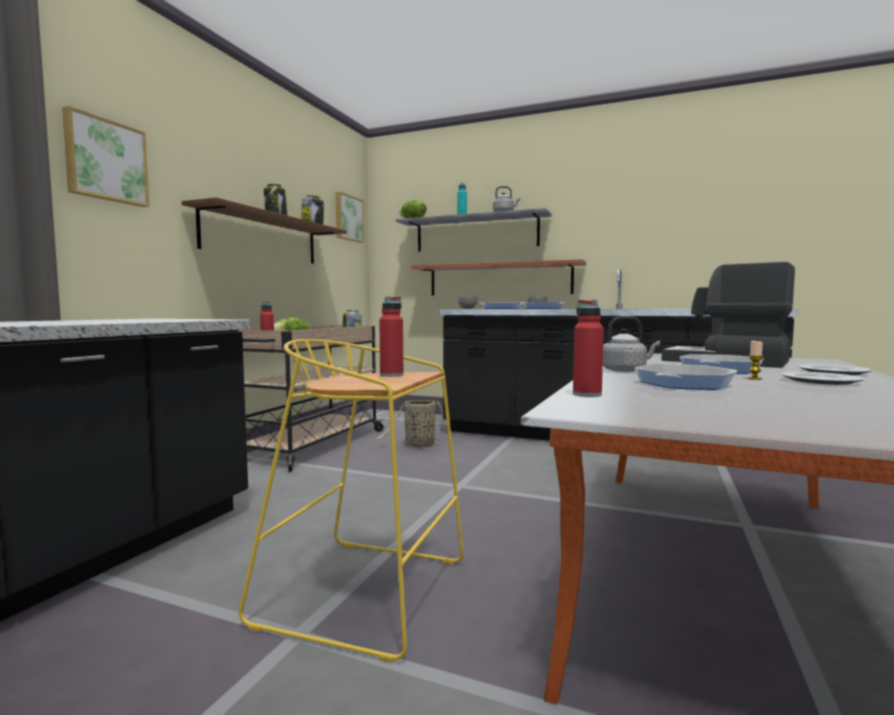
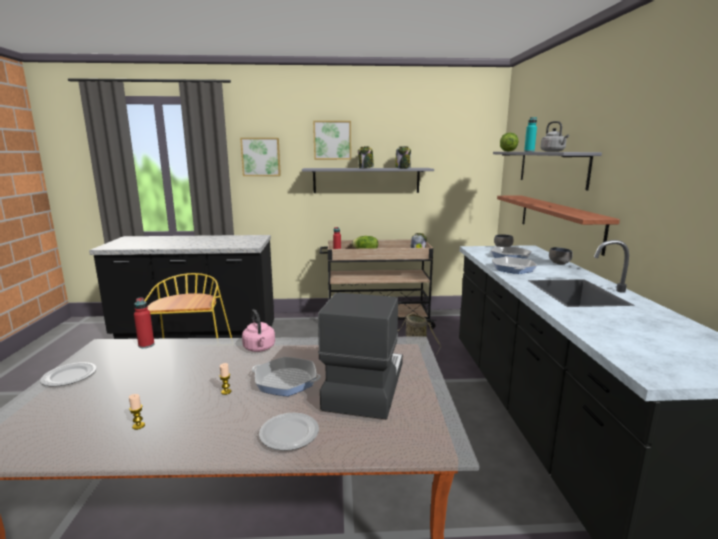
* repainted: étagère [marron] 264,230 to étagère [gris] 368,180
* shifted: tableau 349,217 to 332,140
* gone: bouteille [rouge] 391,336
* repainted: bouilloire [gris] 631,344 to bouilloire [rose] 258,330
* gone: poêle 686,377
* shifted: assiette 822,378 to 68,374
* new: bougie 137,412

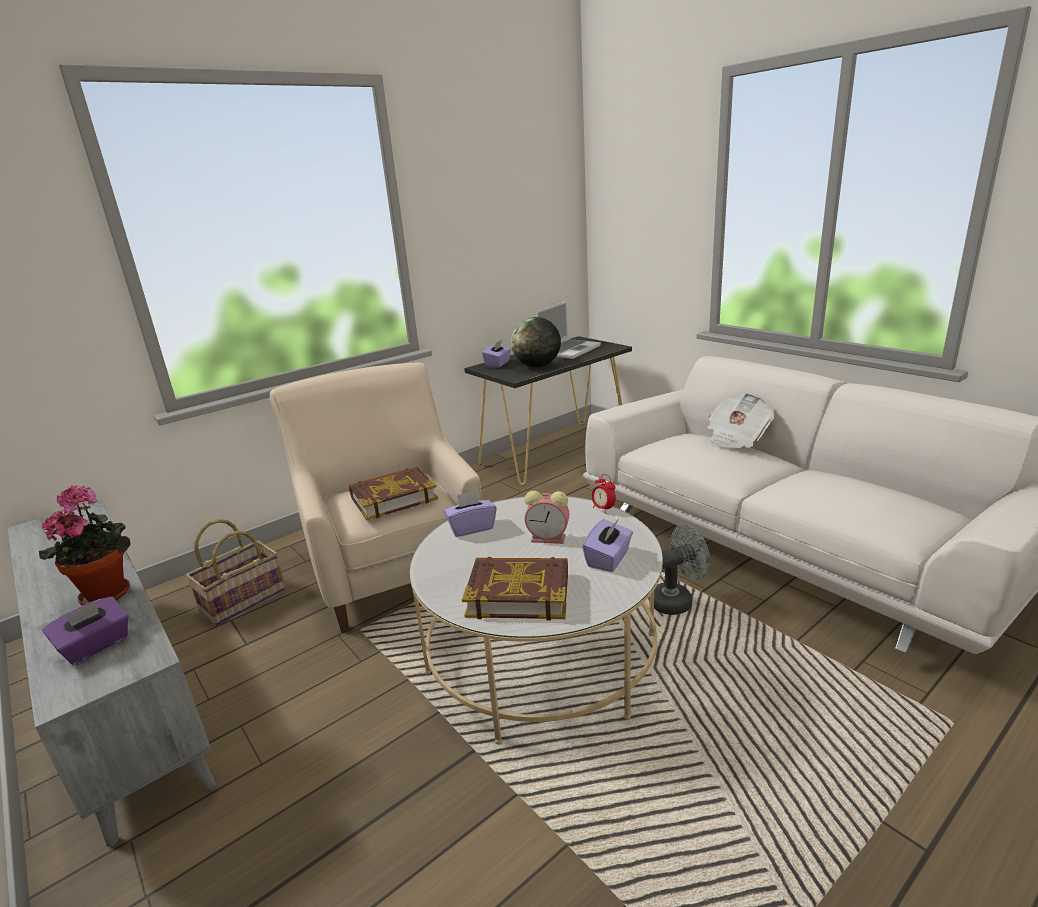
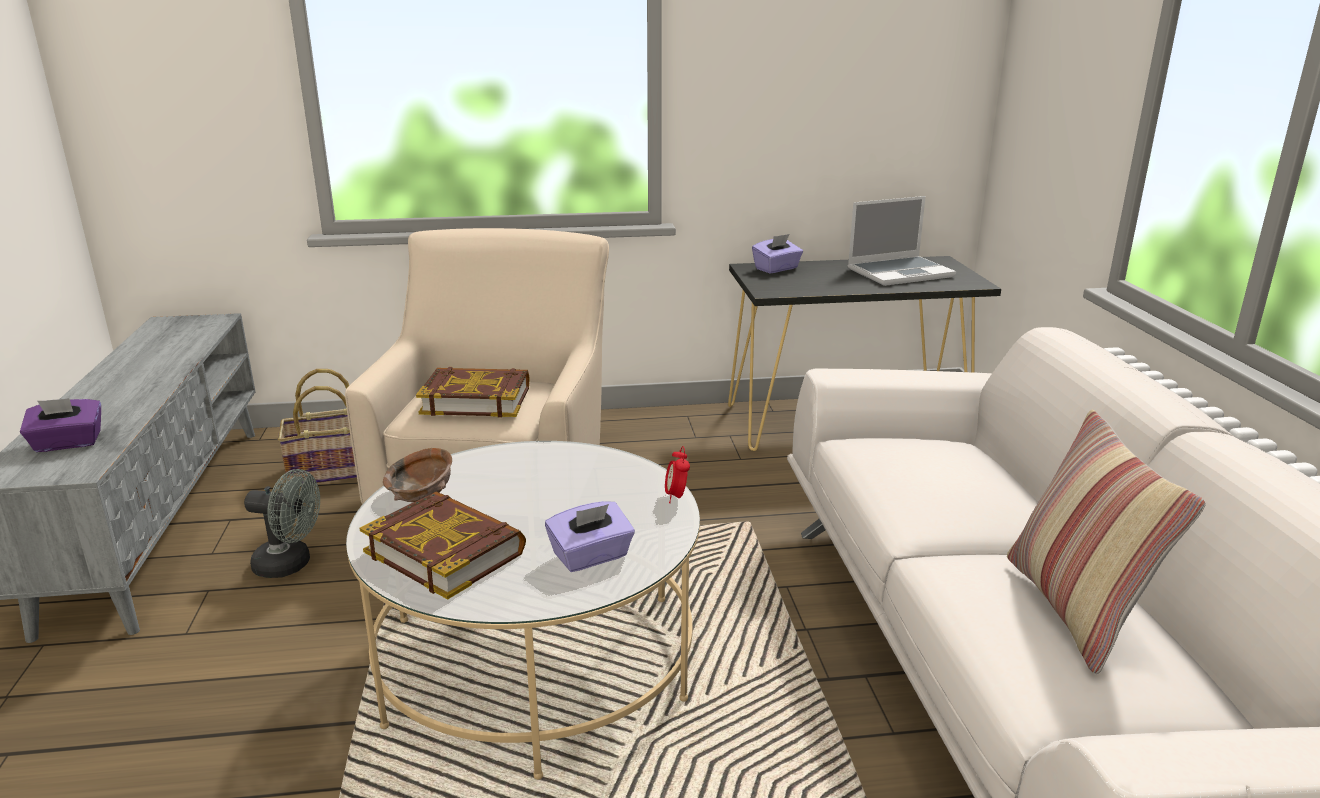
* gone: plante en pot 85,545
* gone: boîte à mouchoirs [violet] 470,514
* gone: globe 536,342
* gone: réveil 547,517
* shifted: ventilateur [gris] 679,570 to 282,523
* gone: journal 741,420
* new: bol [marron] 417,475
* new: coussin 1106,541

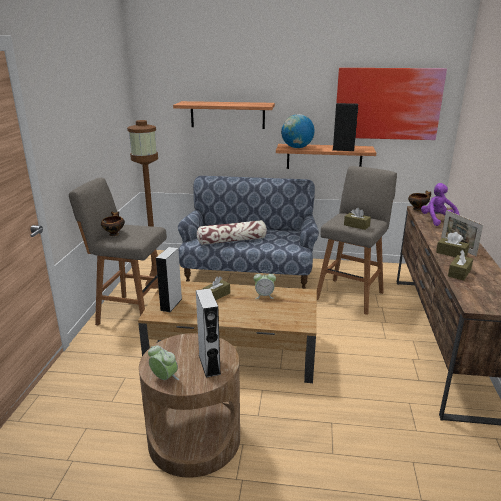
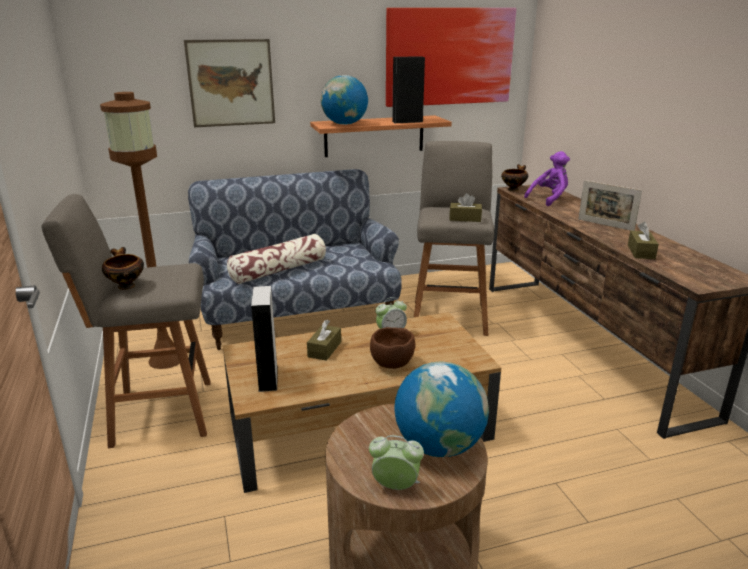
* swapped: étagère 224,115 to tableau 229,83
* swapped: enceinte [gris] 208,333 to globe 441,409
* rotated: peluche [violet] 440,204 = 547,178 90 degrees clockwise
* gone: boîte à mouchoirs [marron] 452,244
* new: bol [marron] 392,348

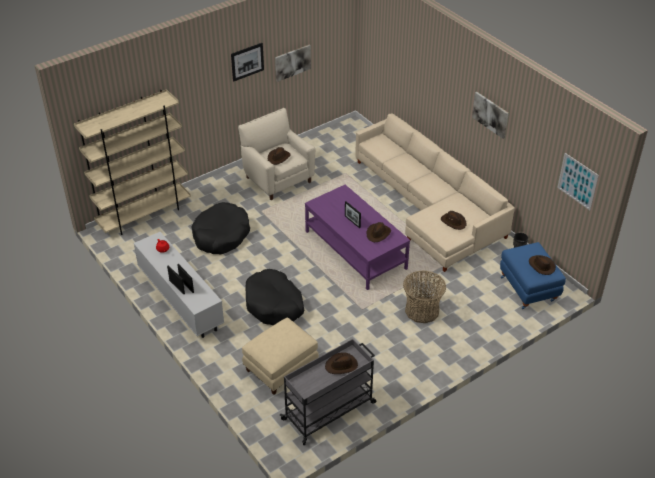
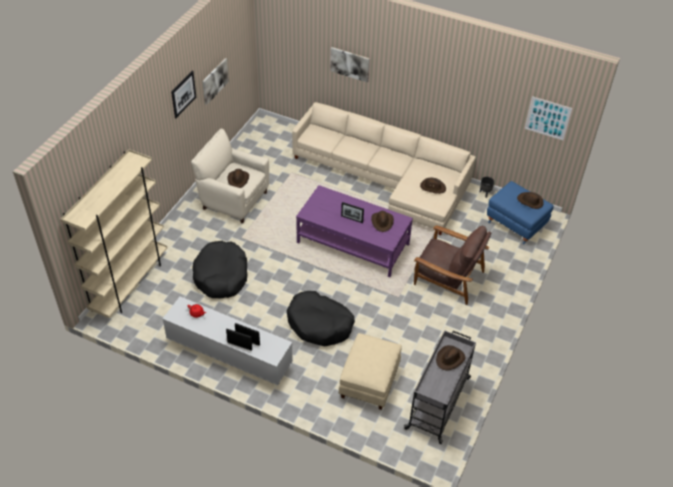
* swapped: panier 424,296 to fauteuil [marron] 452,265
* shifted: tableau 490,115 to 350,65

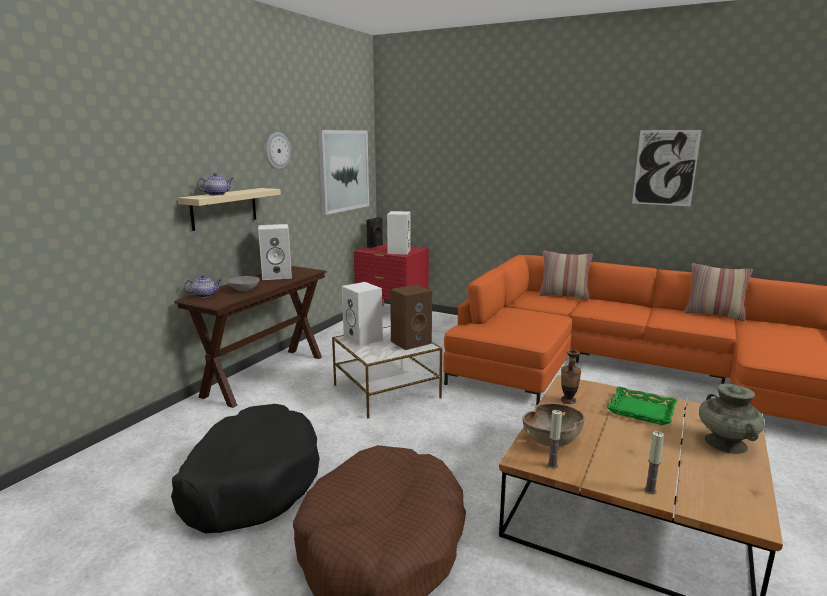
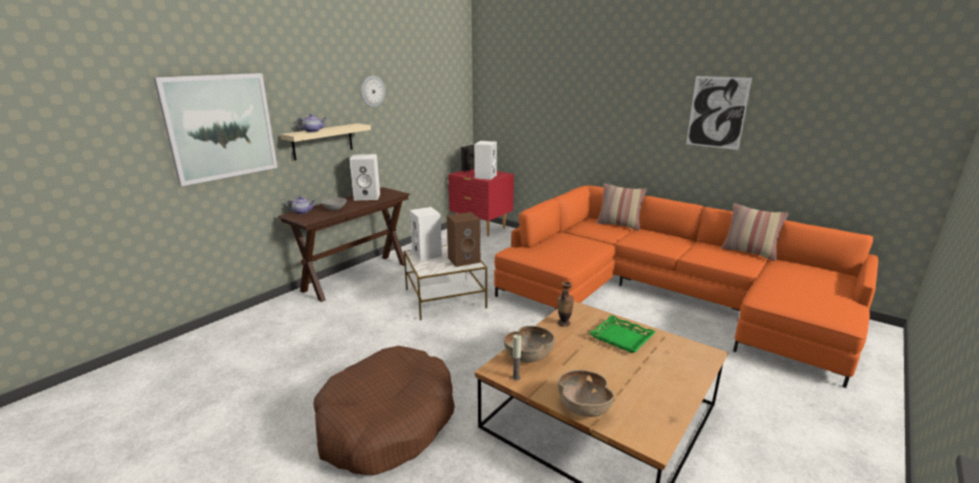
* gone: panier pour chien [noir] 245,469
* shifted: tableau 343,172 to 216,129
* swapped: bougie 654,462 to bol [marron] 586,393
* gone: vase [turquoise] 731,419

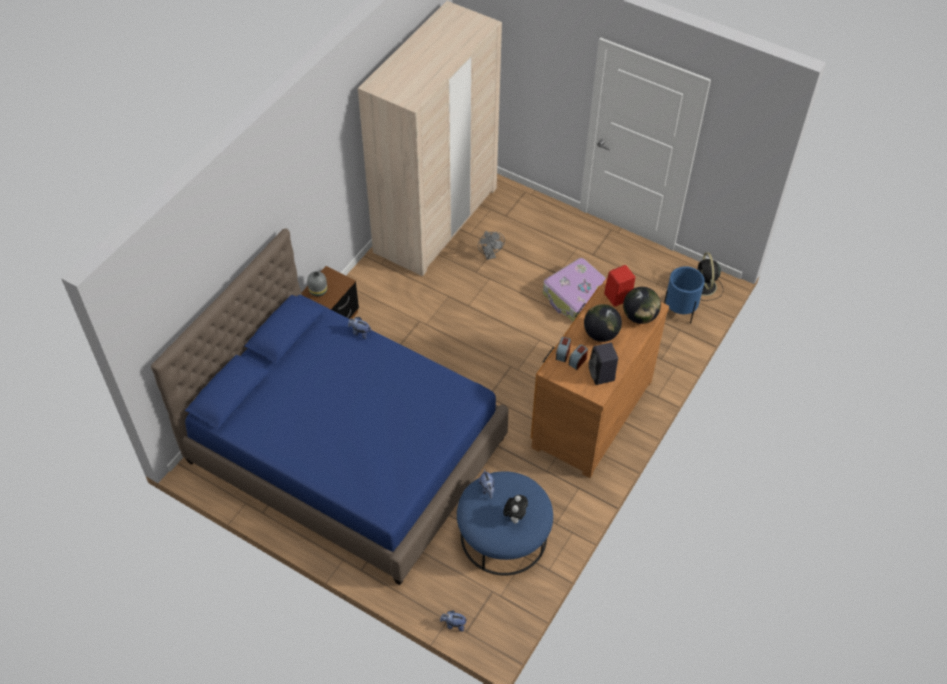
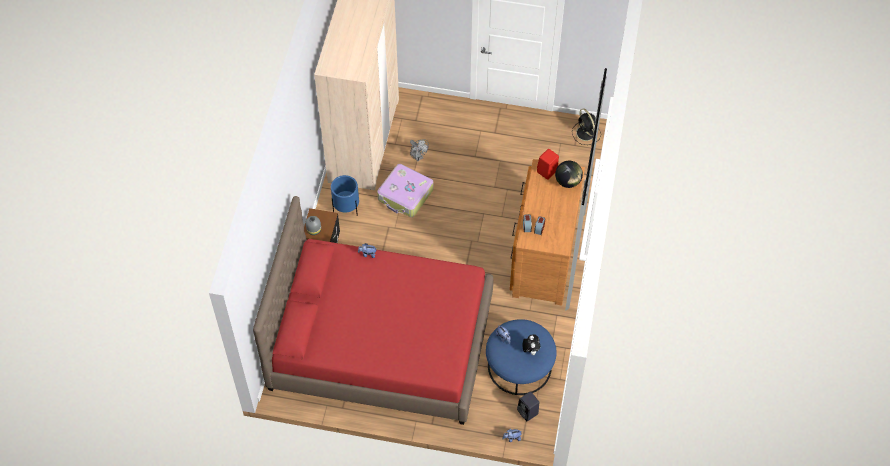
* repainted: lit [bleu] 329,407 to lit [rouge] 373,310
* shifted: valise 574,290 to 405,190
* gone: globe 603,323
* shifted: enceinte [noir] 603,364 to 528,406
* shifted: cache-pot [bleu] 684,295 to 345,195

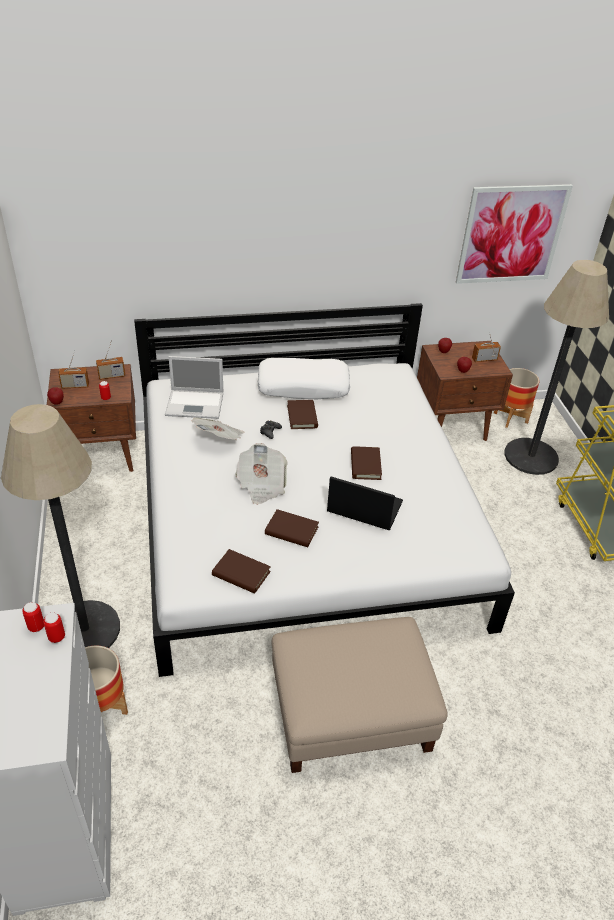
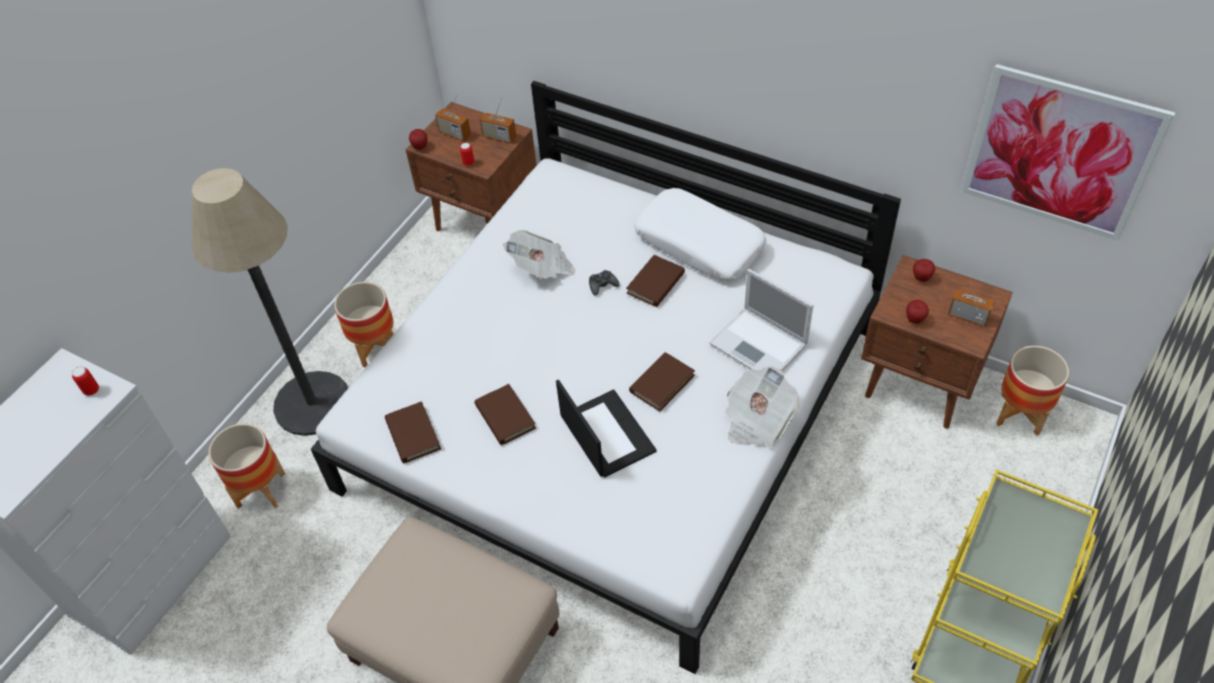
* gone: boîte métallique 54,628
* shifted: ordinateur portable 194,387 to 761,320
* shifted: journal 261,474 to 762,406
* gone: lampadaire 556,367
* new: cache-pot 364,324

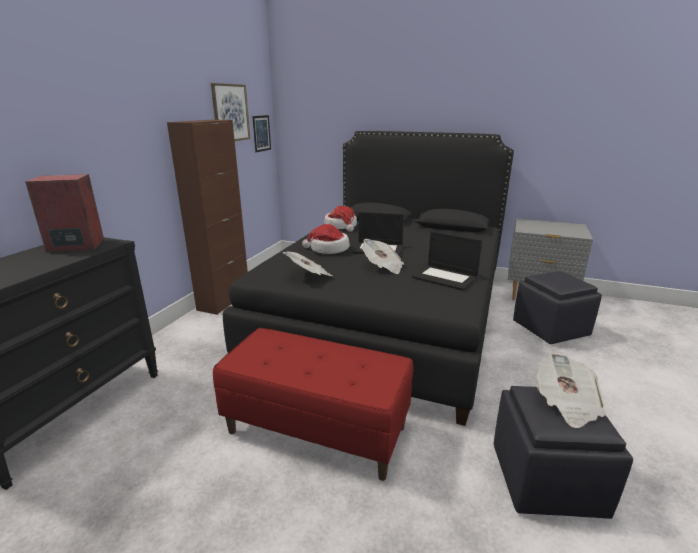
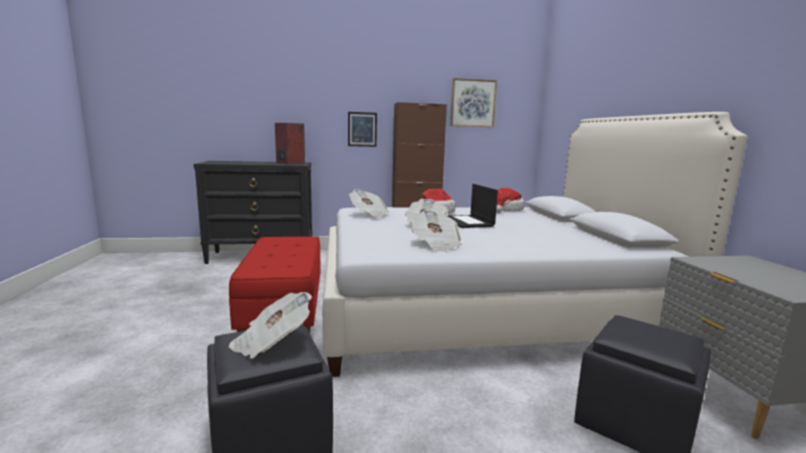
* repainted: lit [noir] 368,278 to lit [blanc] 535,244
* shifted: tableau 261,133 to 362,129
* swapped: ordinateur portable 447,261 to journal 437,231

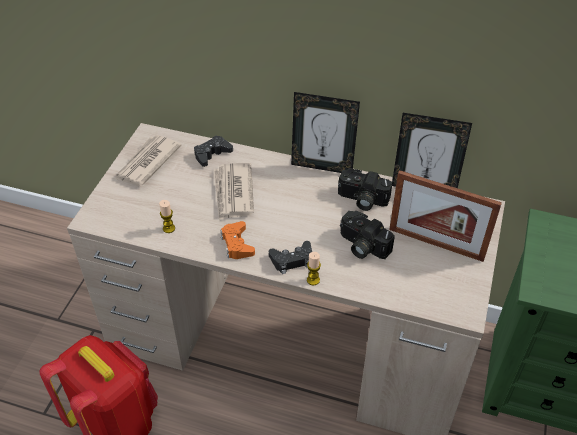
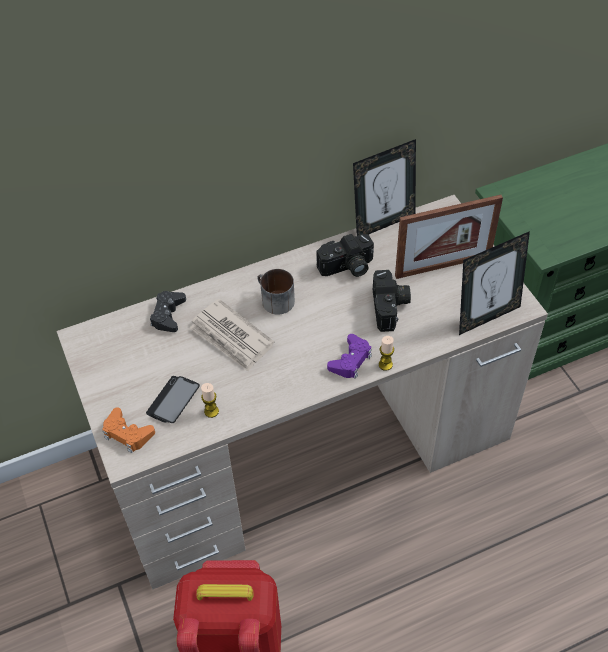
* gone: journal 148,160
* shifted: manette [orange] 238,240 to 128,430
* repainted: manette [noir] 290,257 to manette [violet] 349,356
* shifted: cadre photo 325,132 to 494,283
* rotated: appareil photo 367,235 = 392,301 90 degrees counterclockwise
* new: téléphone 173,399
* new: mug 276,292

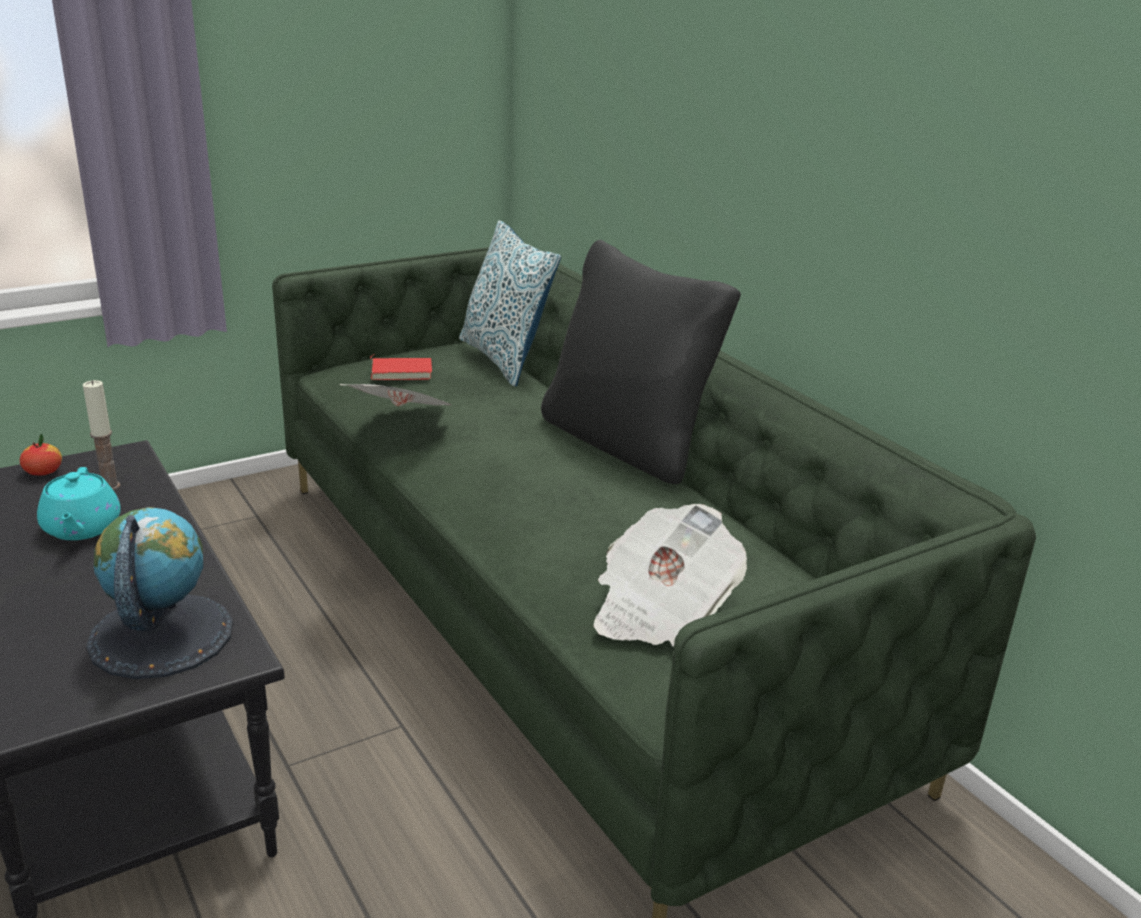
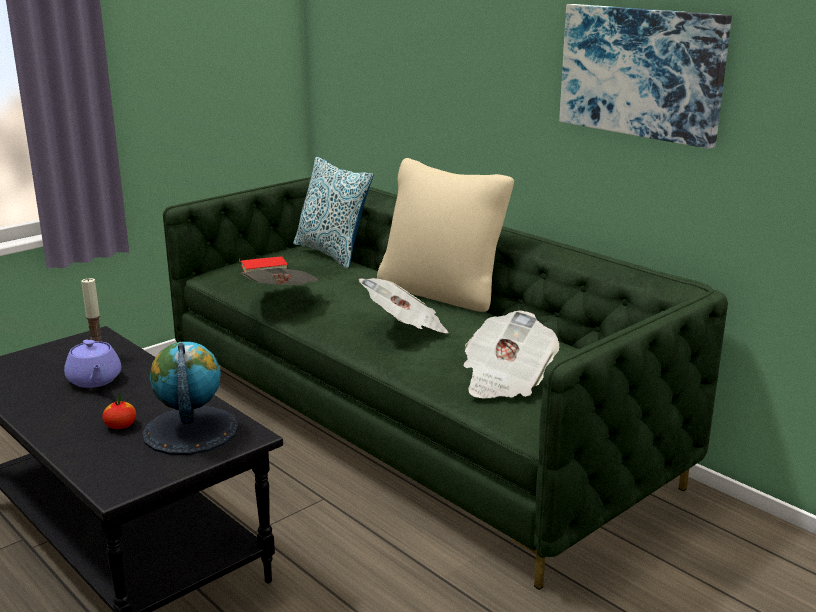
* shifted: pomme 41,454 to 119,411
* repainted: théière [turquoise] 79,503 to théière [violet] 92,364
* repainted: coussin [noir] 641,362 to coussin [beige] 445,235
* new: journal 404,305
* new: tableau 645,76

